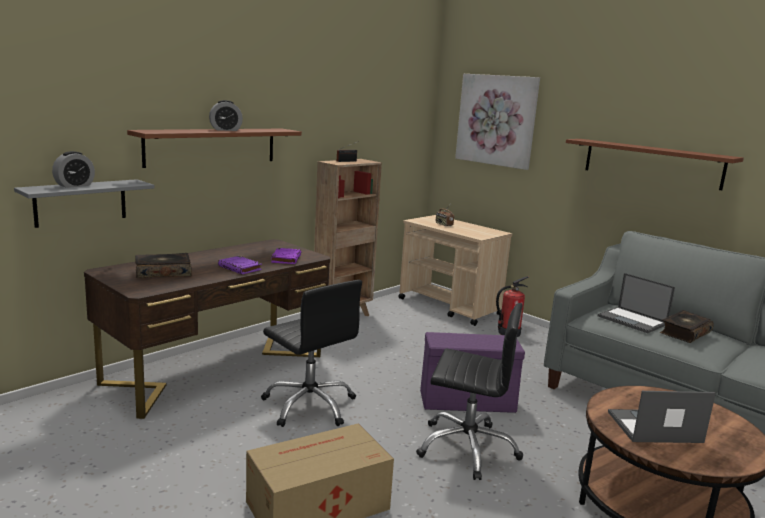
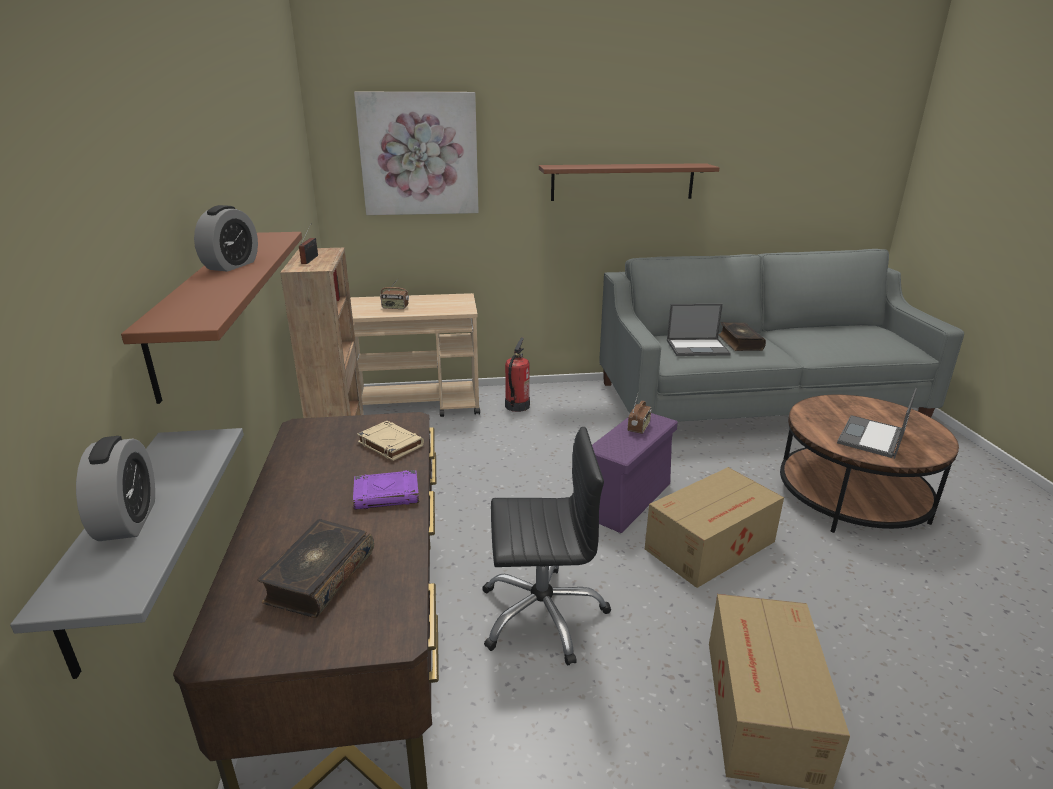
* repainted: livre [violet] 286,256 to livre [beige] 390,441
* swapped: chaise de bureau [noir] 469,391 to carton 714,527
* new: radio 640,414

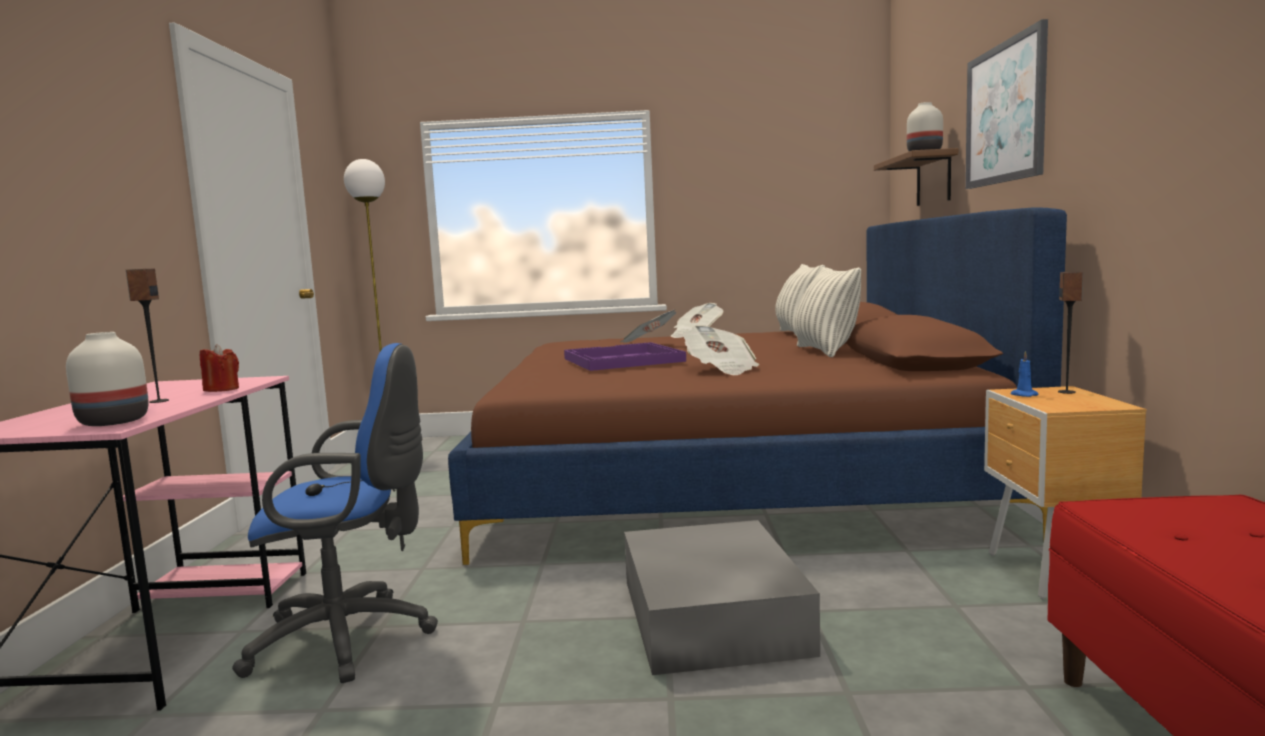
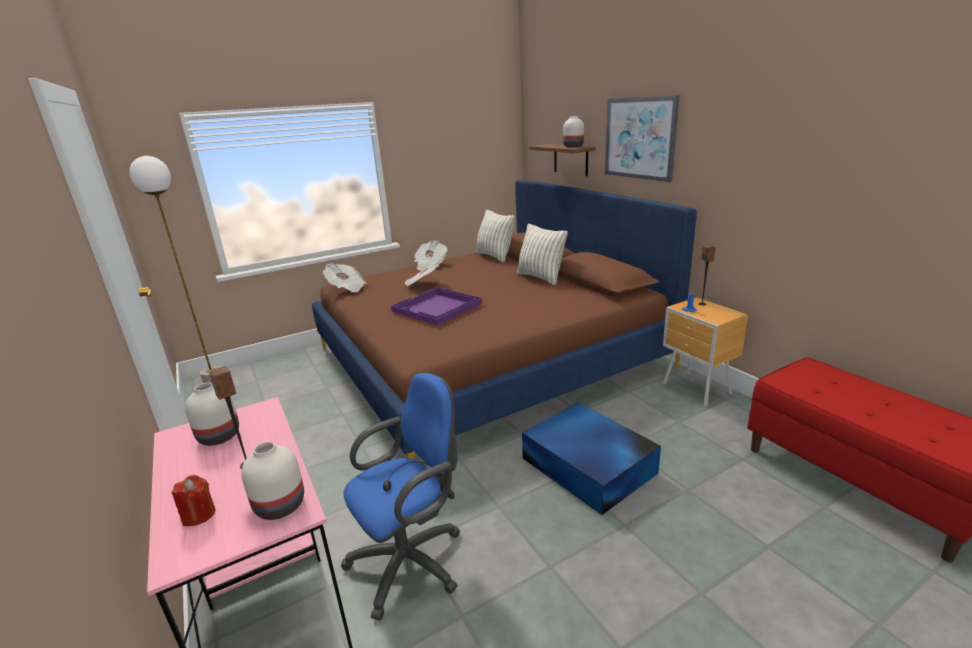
* shifted: bougie [rouge] 219,368 to 193,500
* repainted: boîte de rangement [gris] 722,597 to boîte de rangement [bleu] 591,458
* shifted: journal 721,350 to 344,277
* new: vase [blanc] 212,414

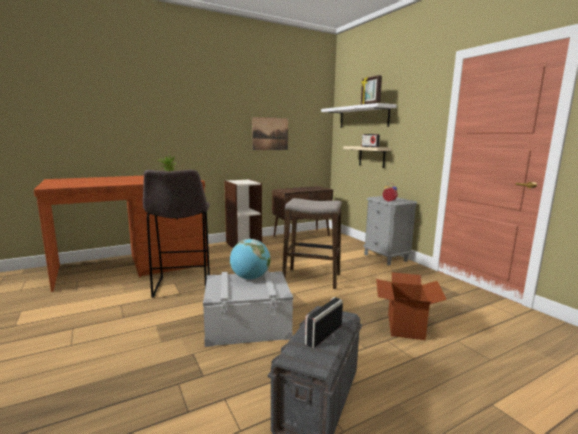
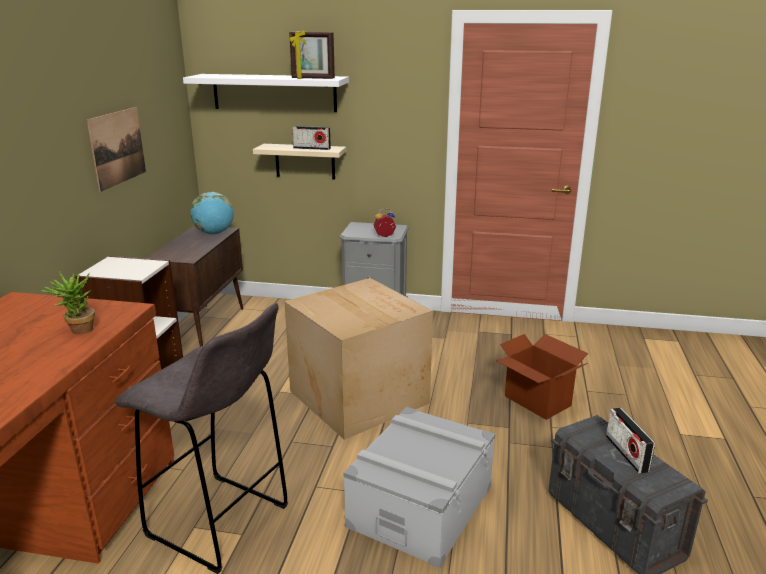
* shifted: globe 250,259 to 212,213
* swapped: tabouret 312,243 to carton 358,359

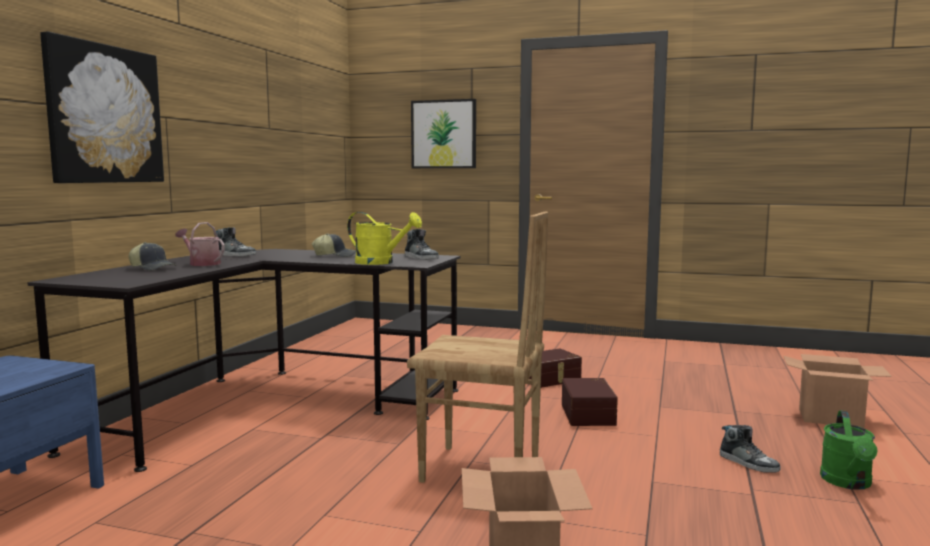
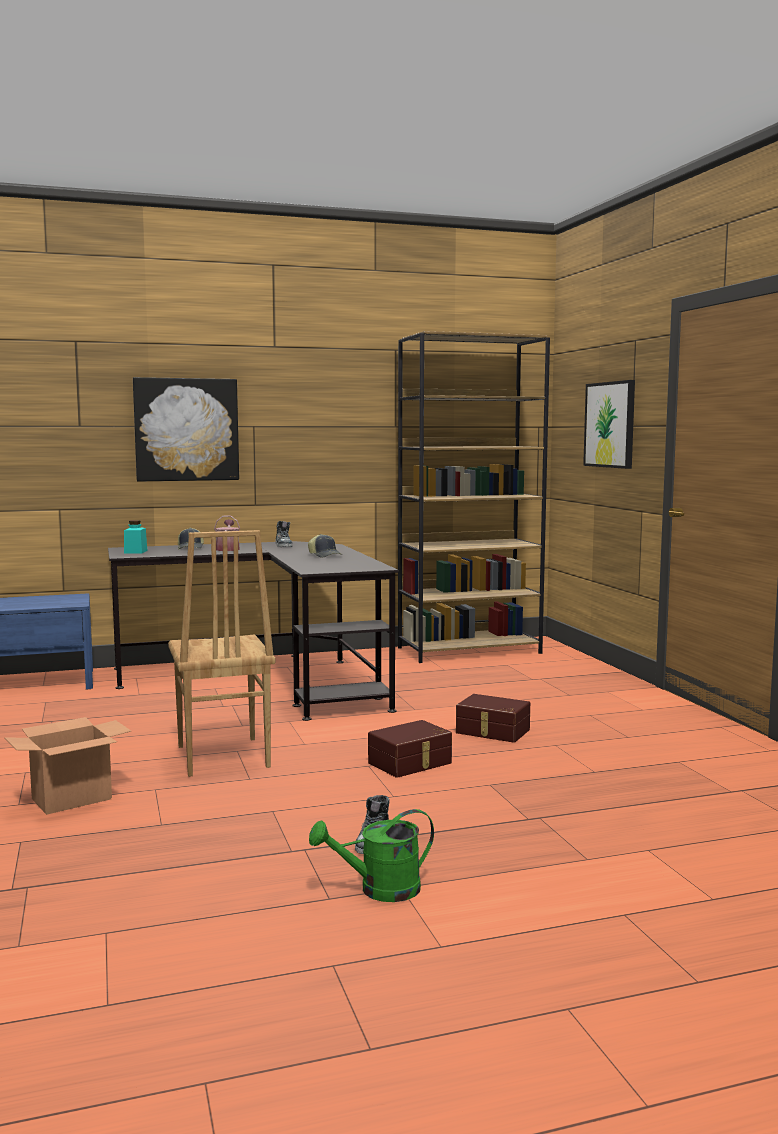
* gone: arrosoir [jaune] 384,238
* gone: chaussure 422,244
* gone: carton 837,391
* new: bocal [turquoise] 135,536
* new: bibliothèque [marron] 474,497

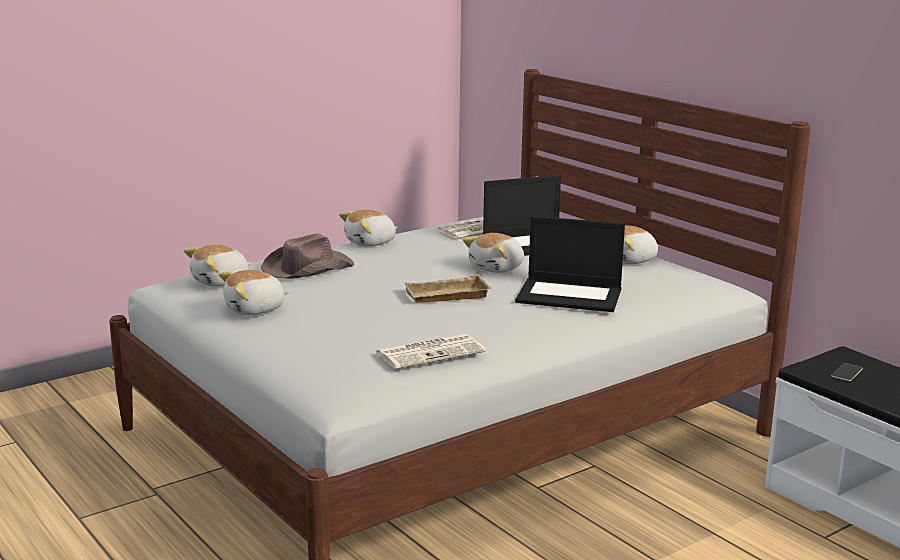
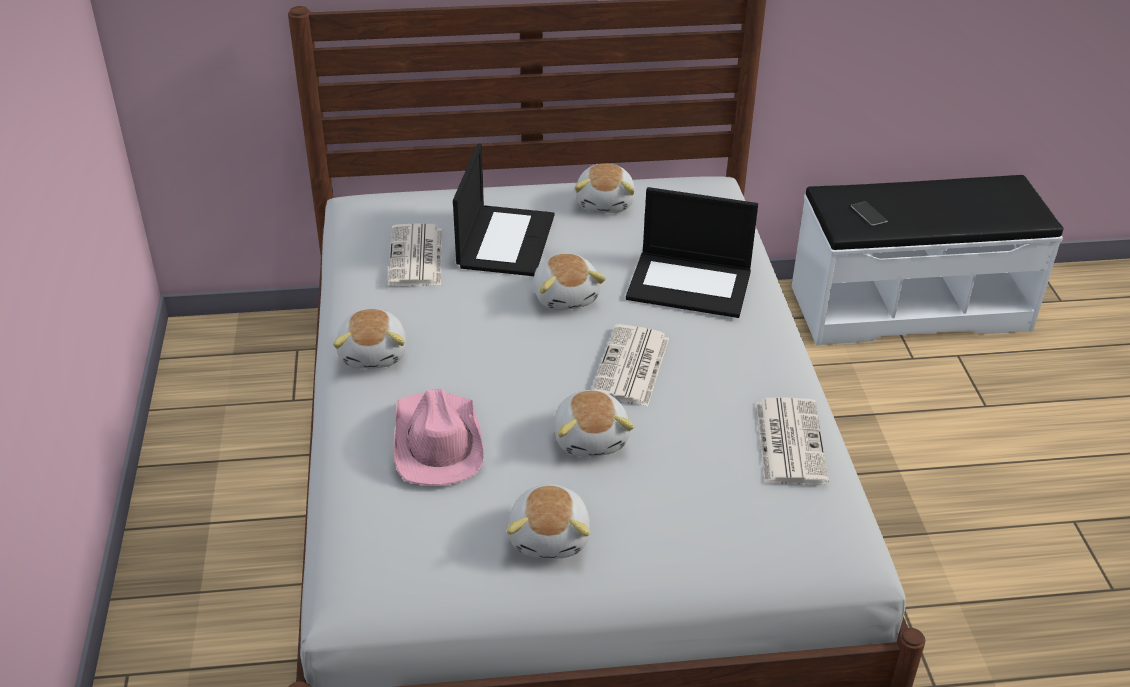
* shifted: peluche 217,266 to 594,423
* repainted: chapeau [marron] 307,256 to chapeau [rose] 438,437
* swapped: plateau [beige] 448,288 to journal 630,365
* rotated: ordinateur portable 570,264 = 692,252 60 degrees clockwise

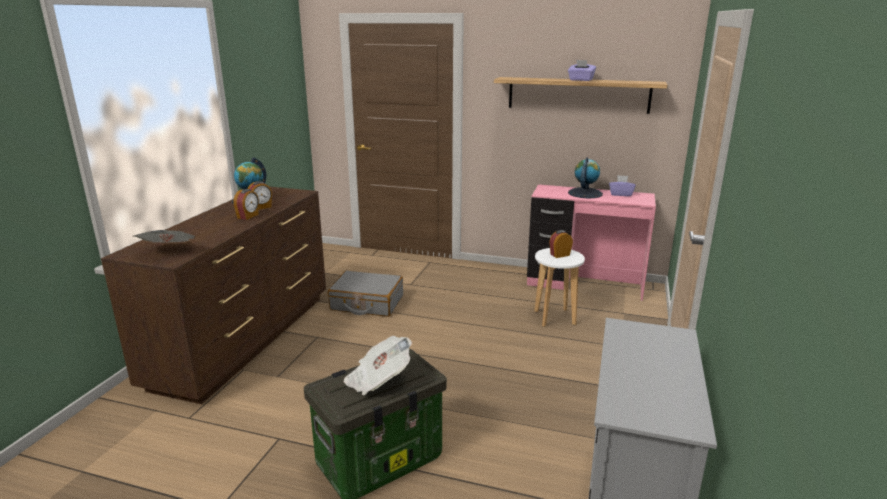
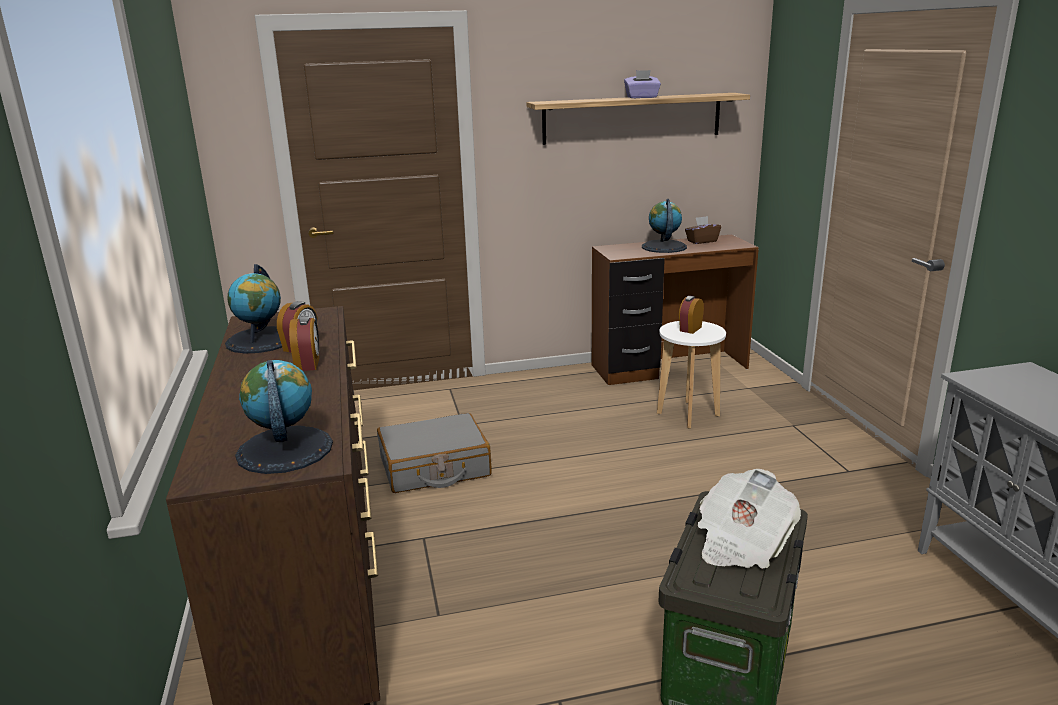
* swapped: journal 164,236 to globe 284,417
* repainted: bureau [rose] 591,242 to bureau [marron] 675,310
* repainted: boîte à mouchoirs [violet] 622,185 to boîte à mouchoirs [marron] 703,230

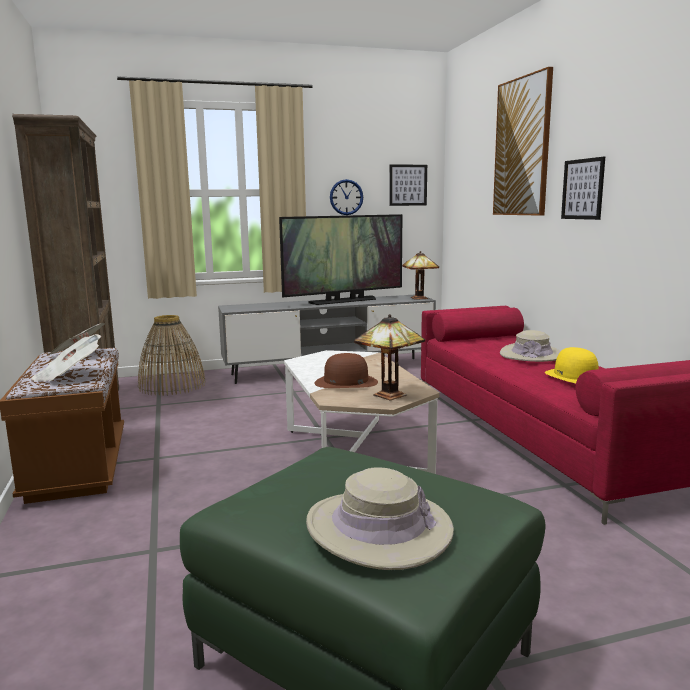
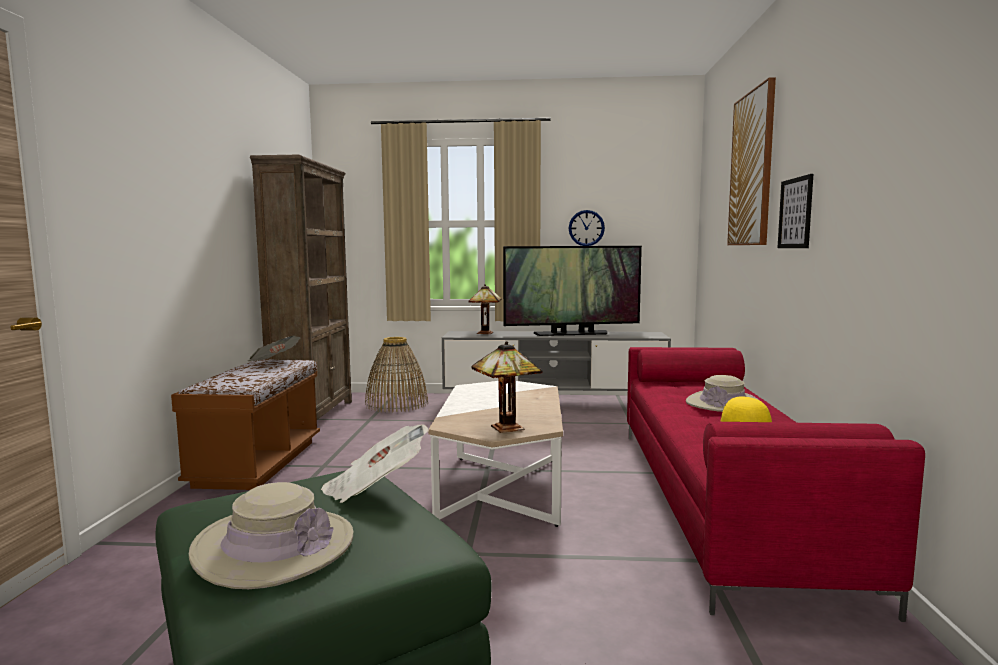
* shifted: journal 66,358 to 375,463
* gone: chapeau [marron] 346,370
* gone: tableau 408,185
* shifted: lampe de table 420,275 to 485,309

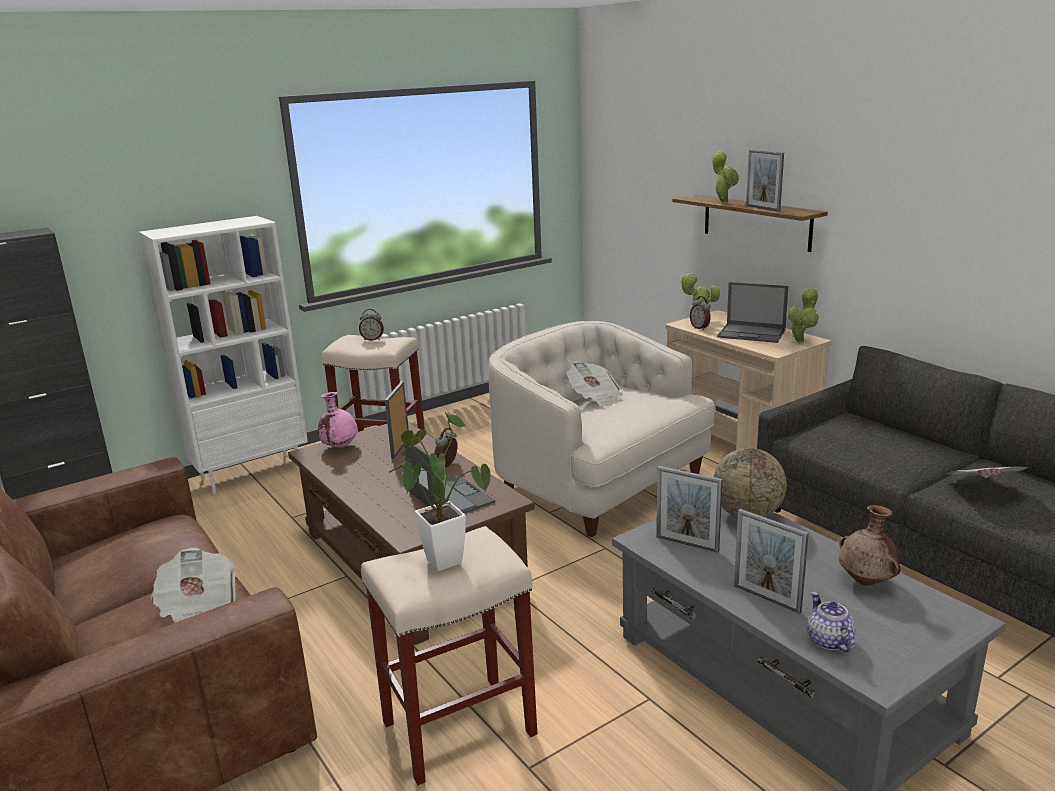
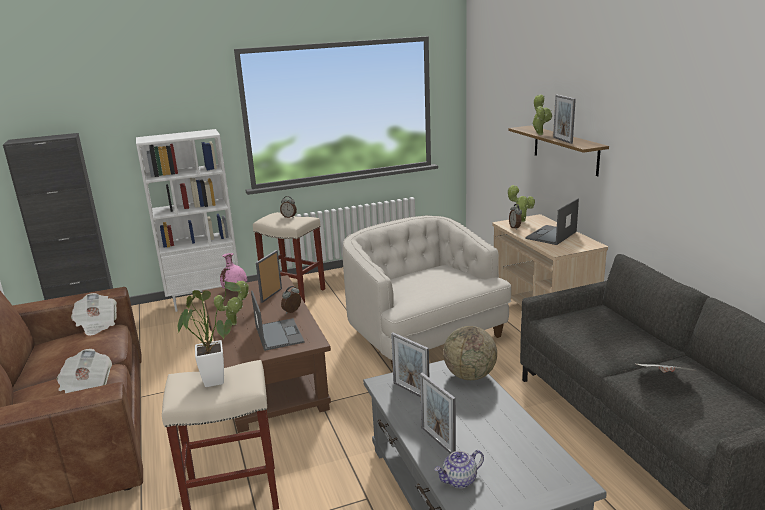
* shifted: journal 594,384 to 94,314
* rotated: ordinateur portable 752,312 = 552,221 90 degrees clockwise
* shifted: plante en pot 803,316 to 231,303
* rotated: théière 831,622 = 459,469 120 degrees counterclockwise
* gone: vase [marron] 870,545

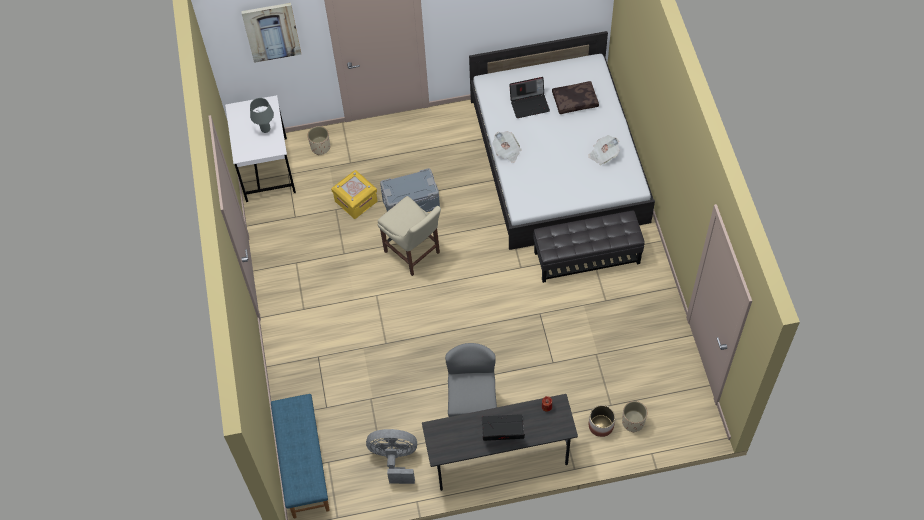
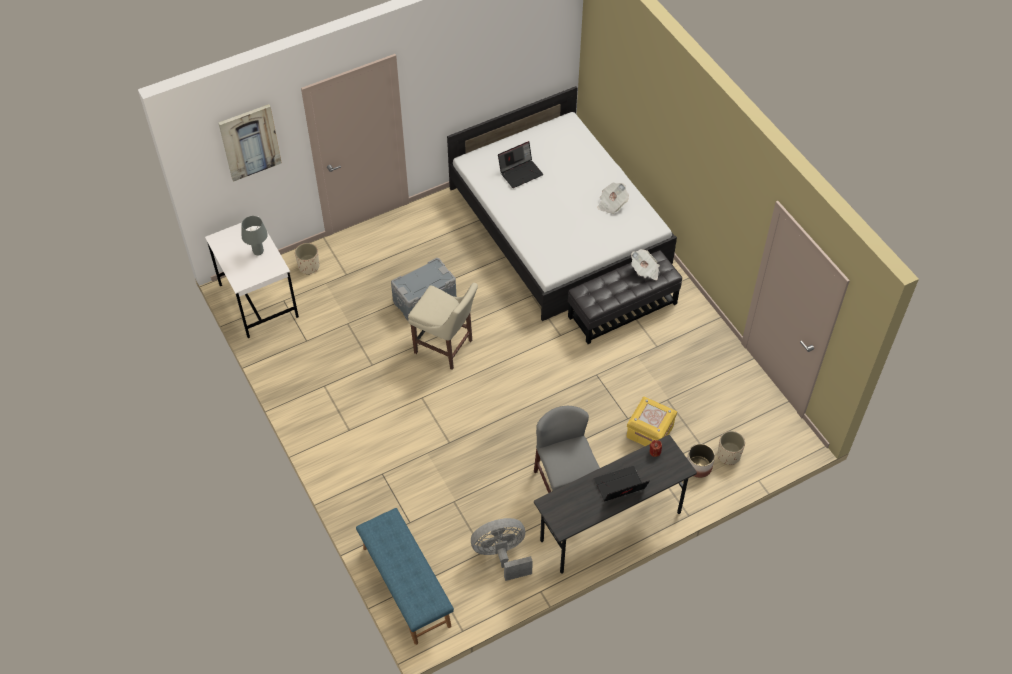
* shifted: boîte de rangement [jaune] 354,194 to 652,421
* shifted: journal 507,147 to 645,264
* gone: coussin [marron] 575,97

